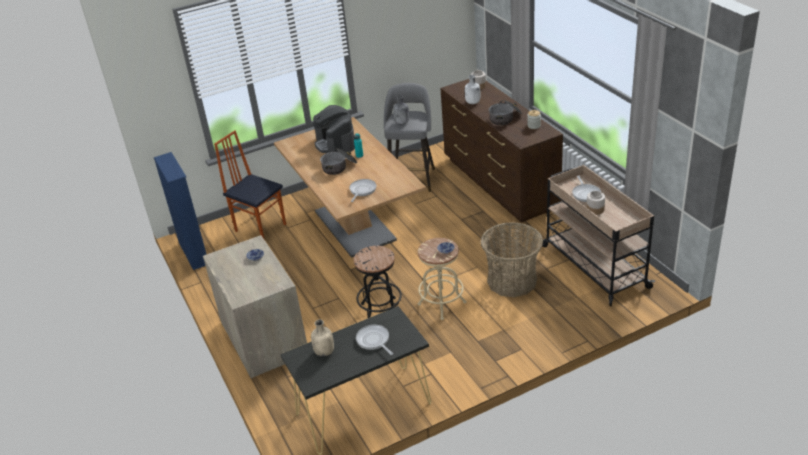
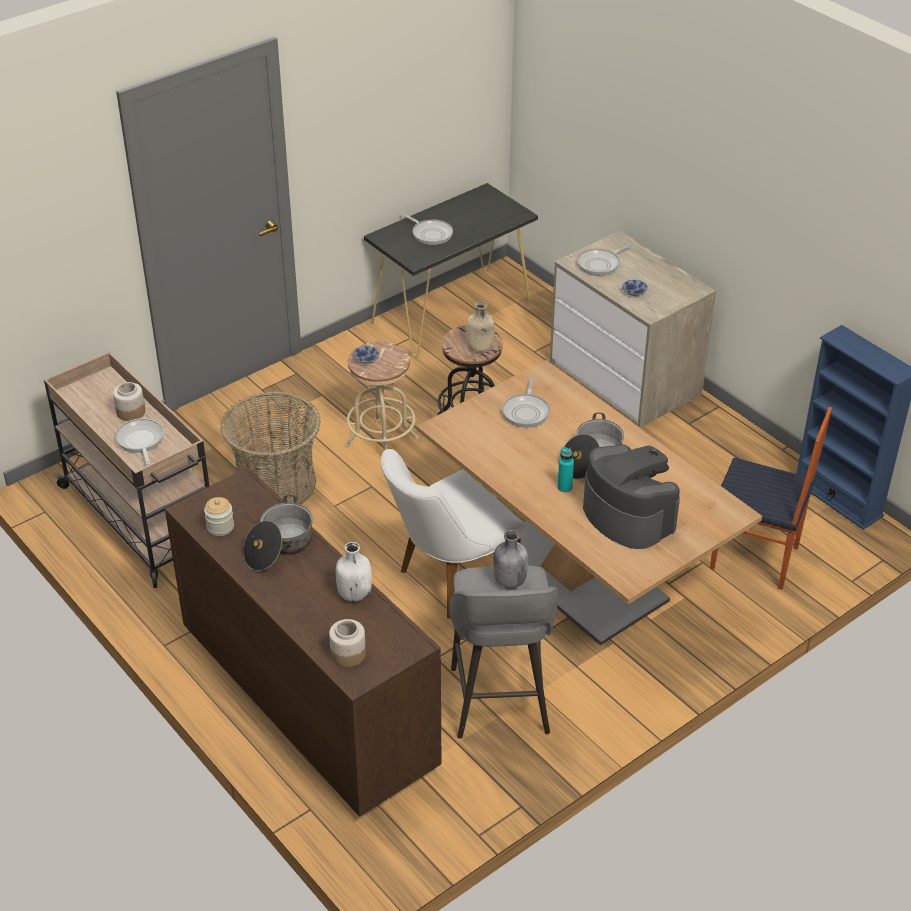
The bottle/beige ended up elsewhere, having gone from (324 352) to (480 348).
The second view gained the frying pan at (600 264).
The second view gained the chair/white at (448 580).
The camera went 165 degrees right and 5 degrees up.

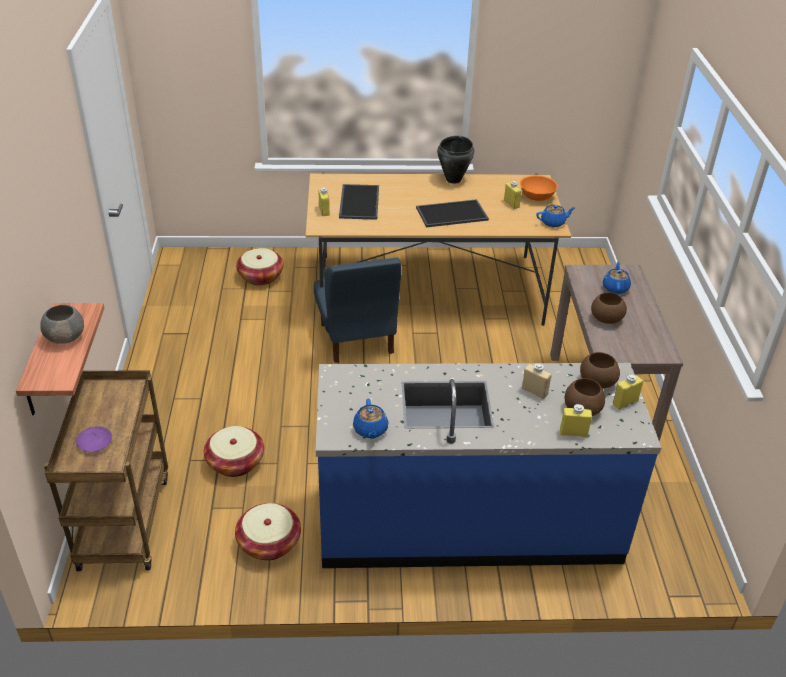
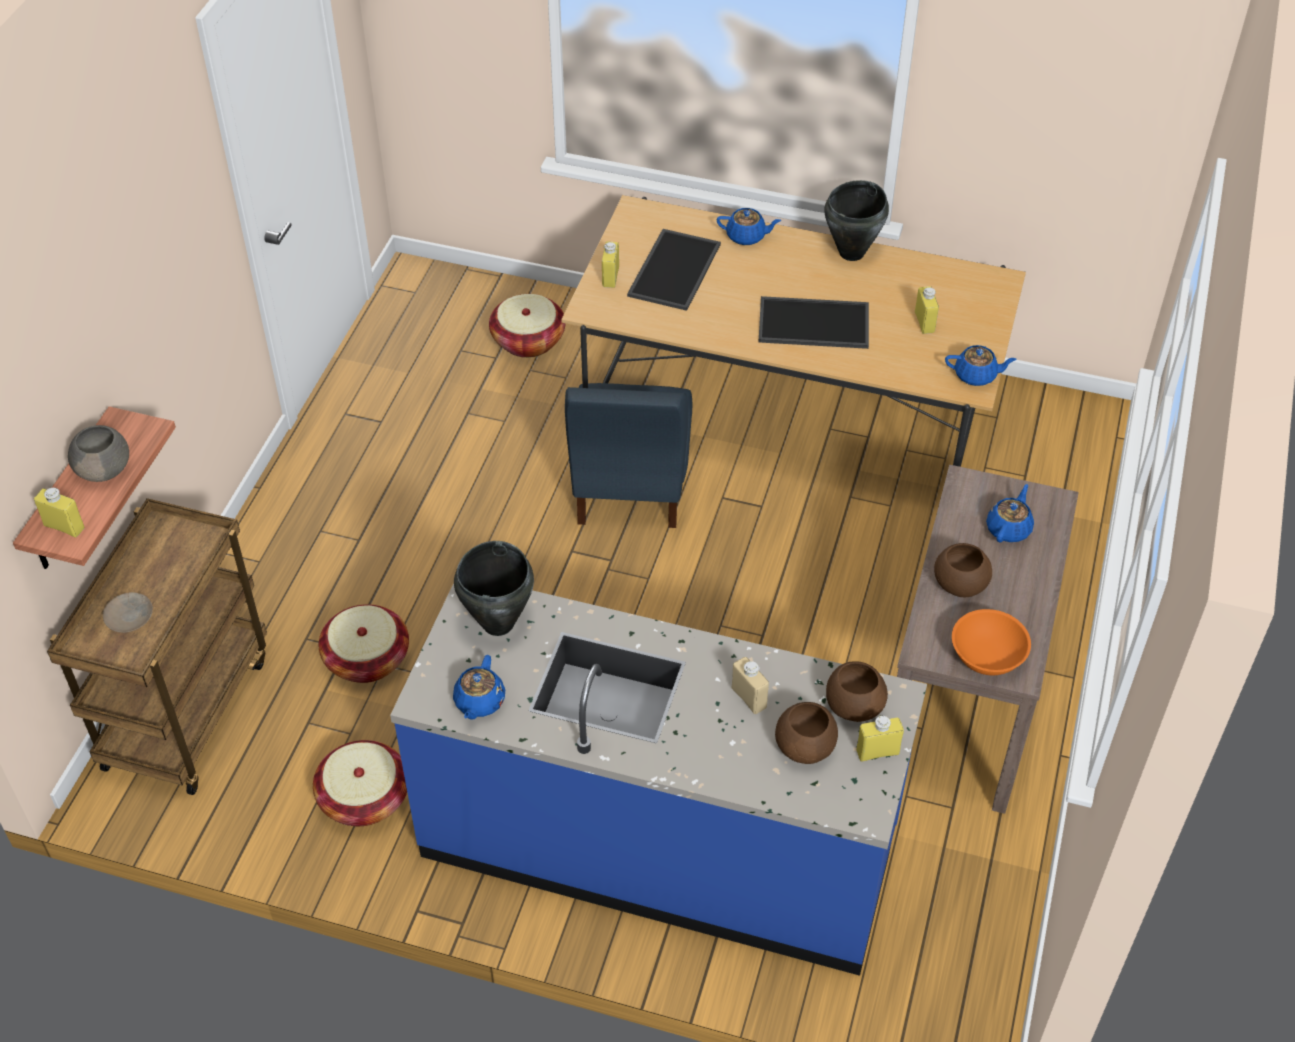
The bowl/orange ended up elsewhere, having gone from (536 196) to (987 656).
The bottle/yellow ended up elsewhere, having gone from (573 433) to (64 527).
What was the plate/purple at (95 442) turned into the plate/beige at (129 616).
The second view gained the teapot/blue at (746 236).
The second view gained the cooking pot/black at (497 624).
The camera went 20 degrees right and 10 degrees up.

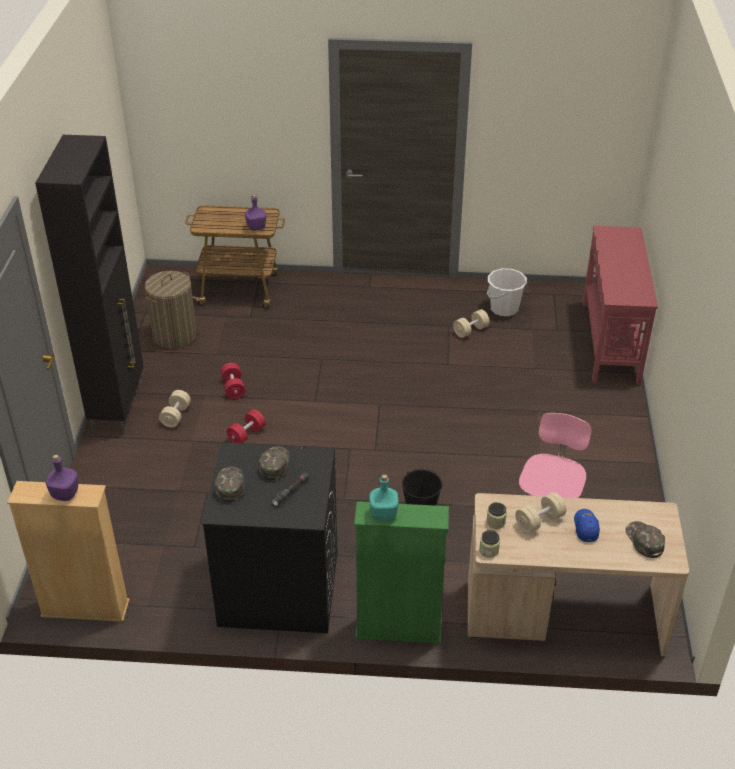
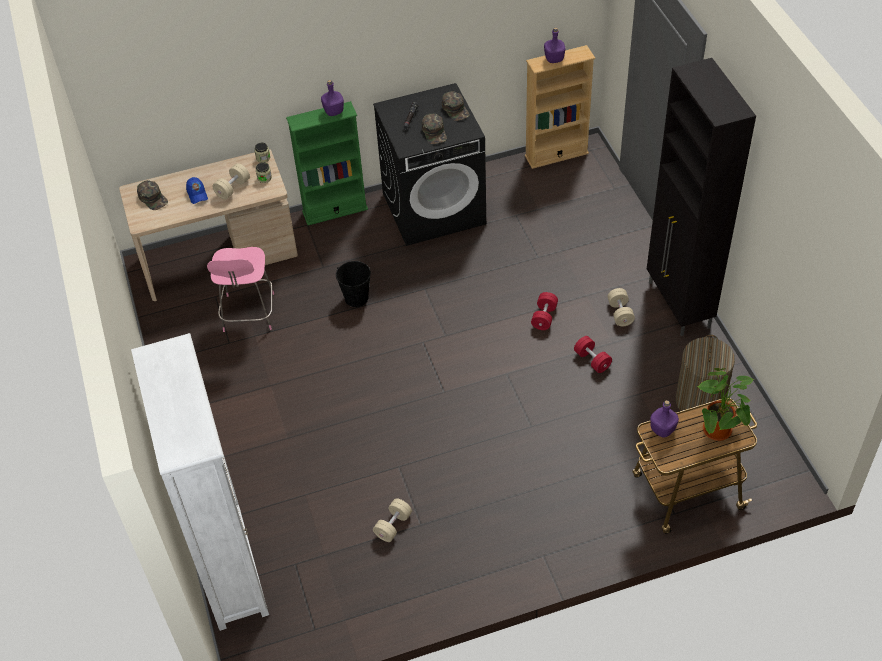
Where the console table/red stood at (609 342), the bookcase/white came to stand at (230 567).
The second view lost the bucket/white at (504 308).
What was the bottle/turquoise at (383 514) turned into the bottle/purple at (333 111).
The second view gained the potted plant at (718 433).
The camera went 160 degrees right and 10 degrees up.

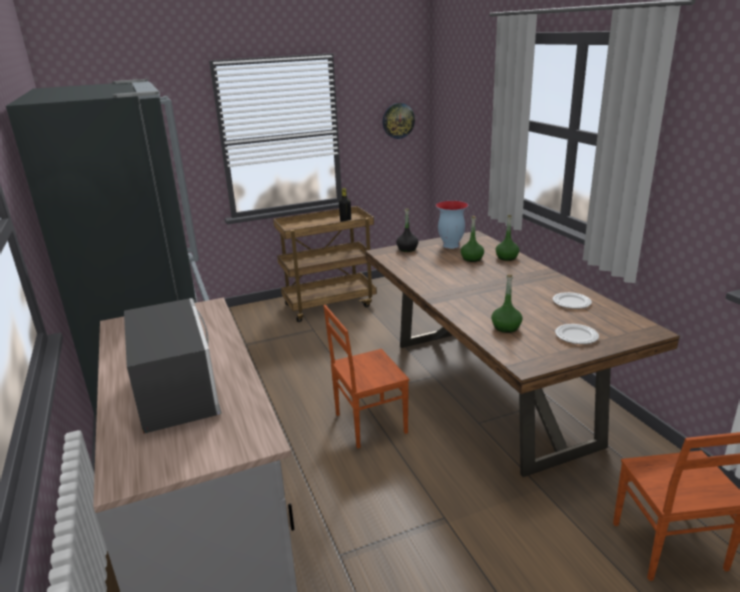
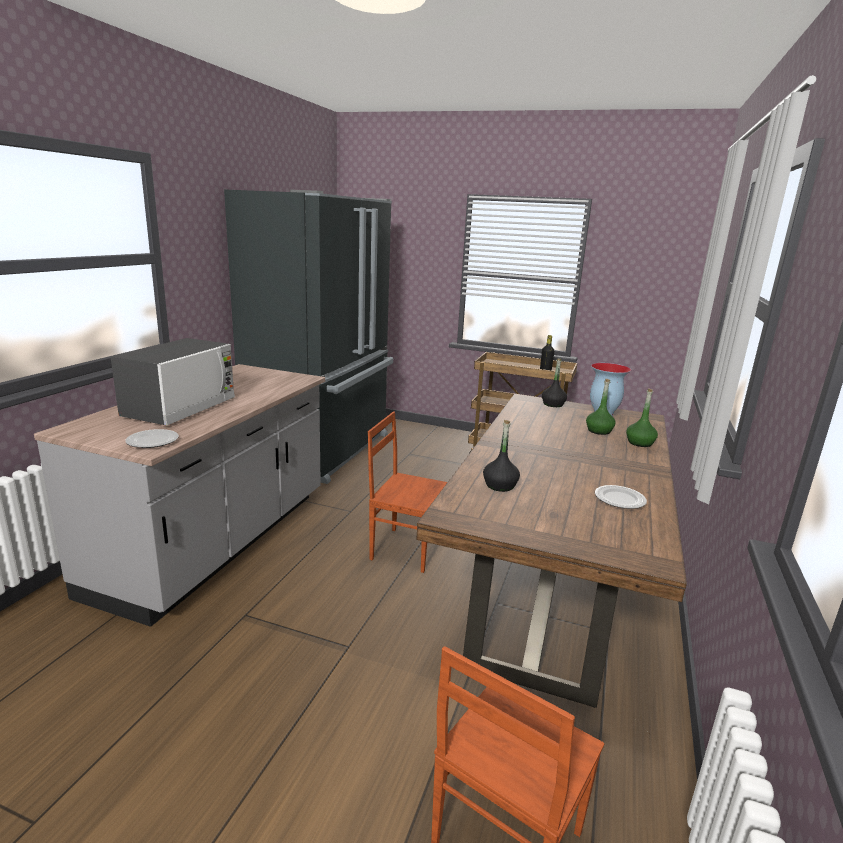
The second view lost the wall clock at (398 120).
What was the bottle/green at (506 327) turned into the bottle/black at (500 485).
The plate ended up elsewhere, having gone from (576 336) to (152 441).
The camera went 40 degrees right and 5 degrees down.

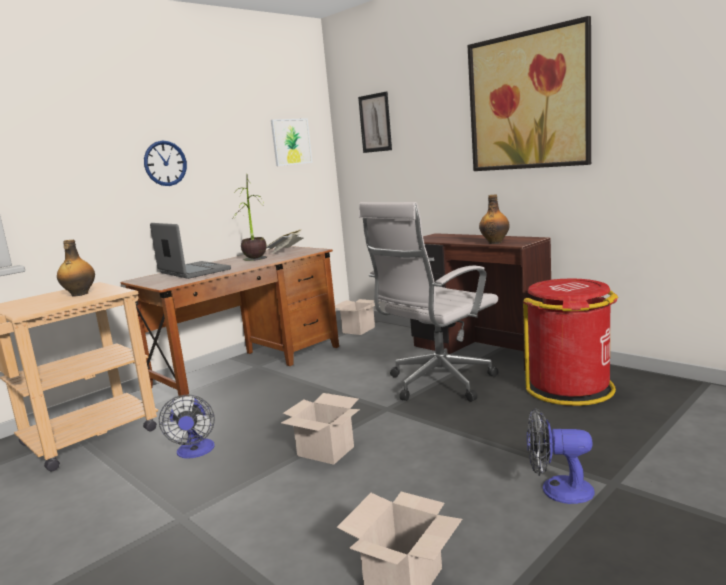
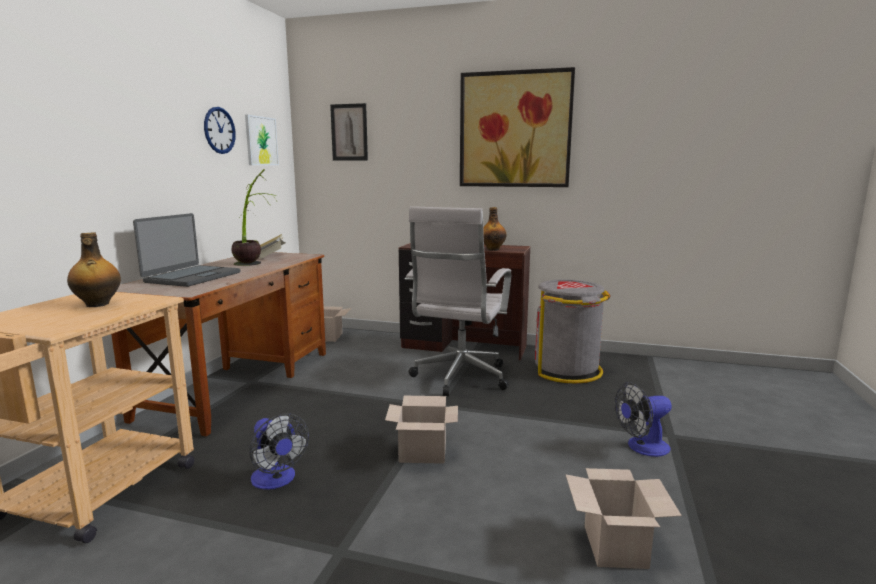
The wall clock ended up elsewhere, having gone from (165 163) to (219 130).
The laptop at (193 271) ended up facing another way, 90 degrees clockwise from before.
What was the trash can/red at (570 388) turned into the trash can/grey at (567 370).
The camera went 30 degrees left and 0 degrees up.

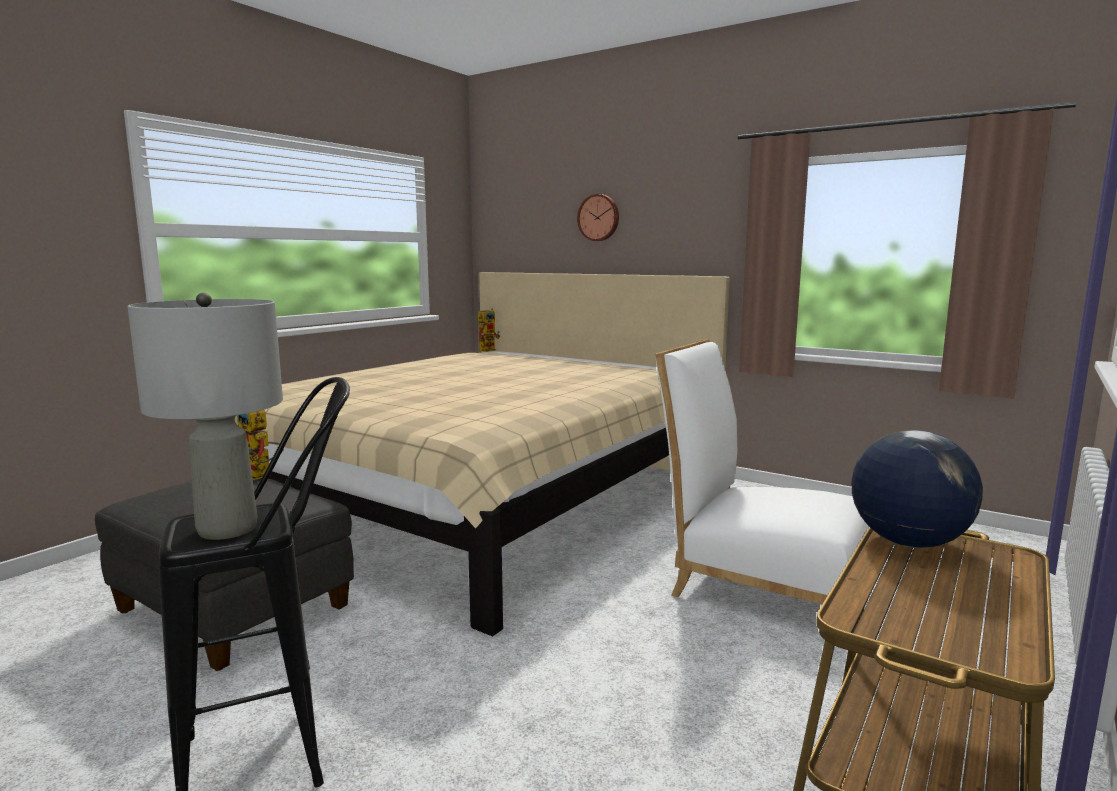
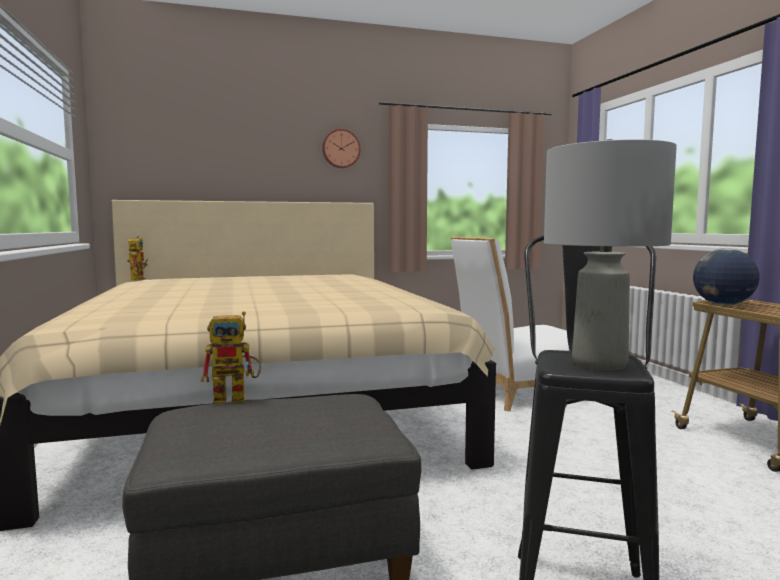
The wall clock ended up elsewhere, having gone from (599 217) to (341 148).
The camera went 50 degrees left and 5 degrees down.

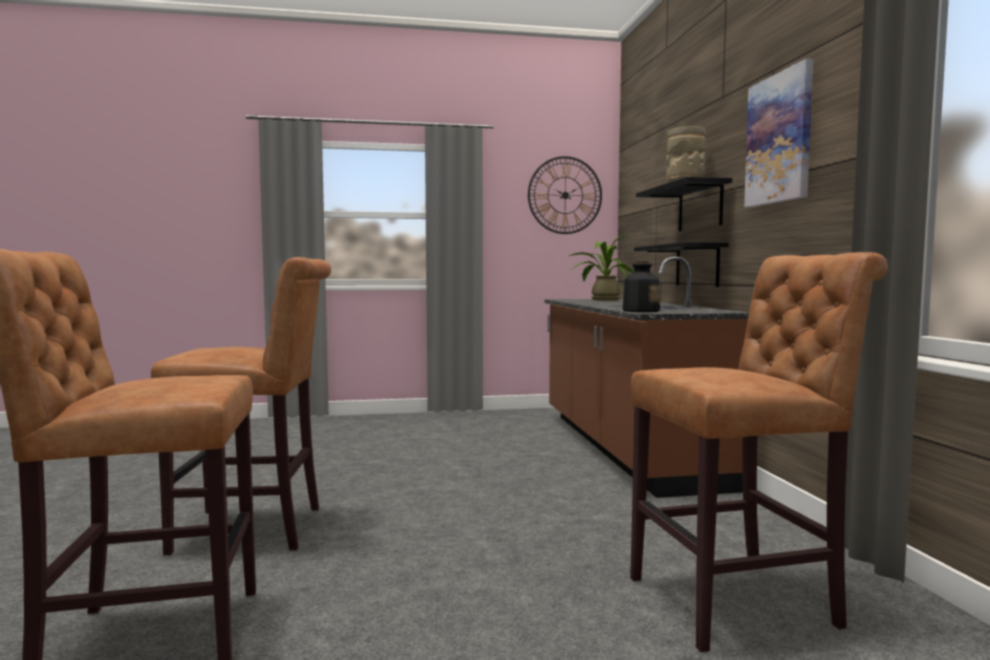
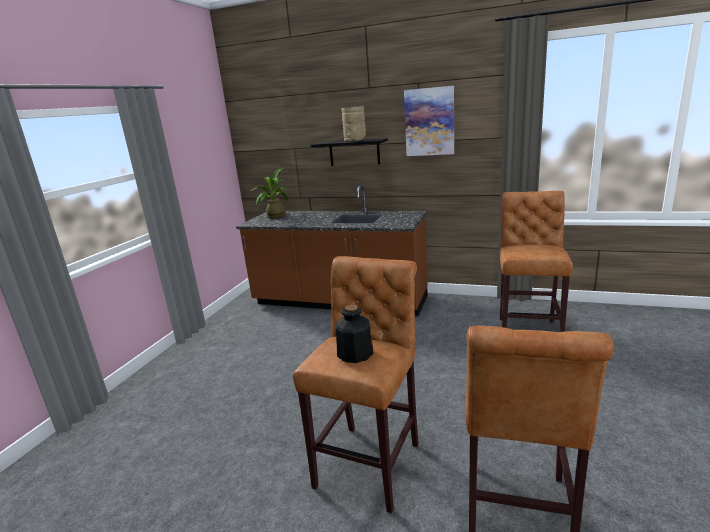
The second view lost the wall clock at (565 195).
The second view lost the shelf/black at (697 265).
The bottle ended up elsewhere, having gone from (640 311) to (354 353).
The camera went 60 degrees left and 15 degrees up.

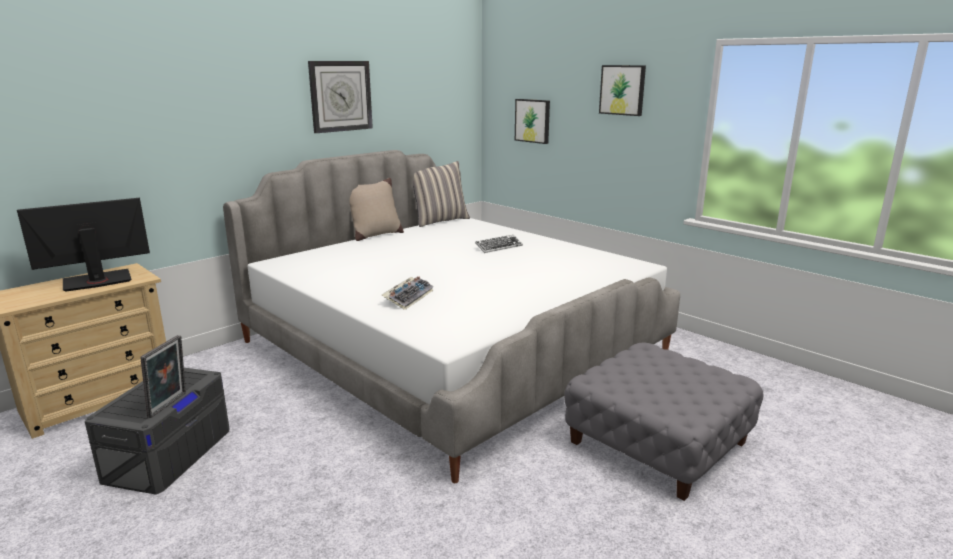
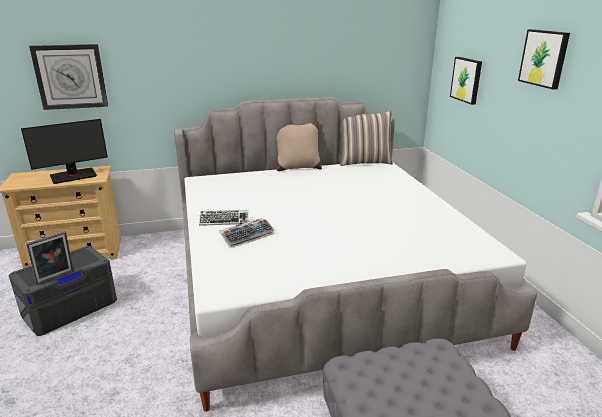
The wall clock ended up elsewhere, having gone from (340 96) to (70 77).
The monitor at (97 281) ended up facing another way, 150 degrees clockwise from before.
The keyboard ended up elsewhere, having gone from (499 247) to (224 221).
The camera went 30 degrees right and 5 degrees up.

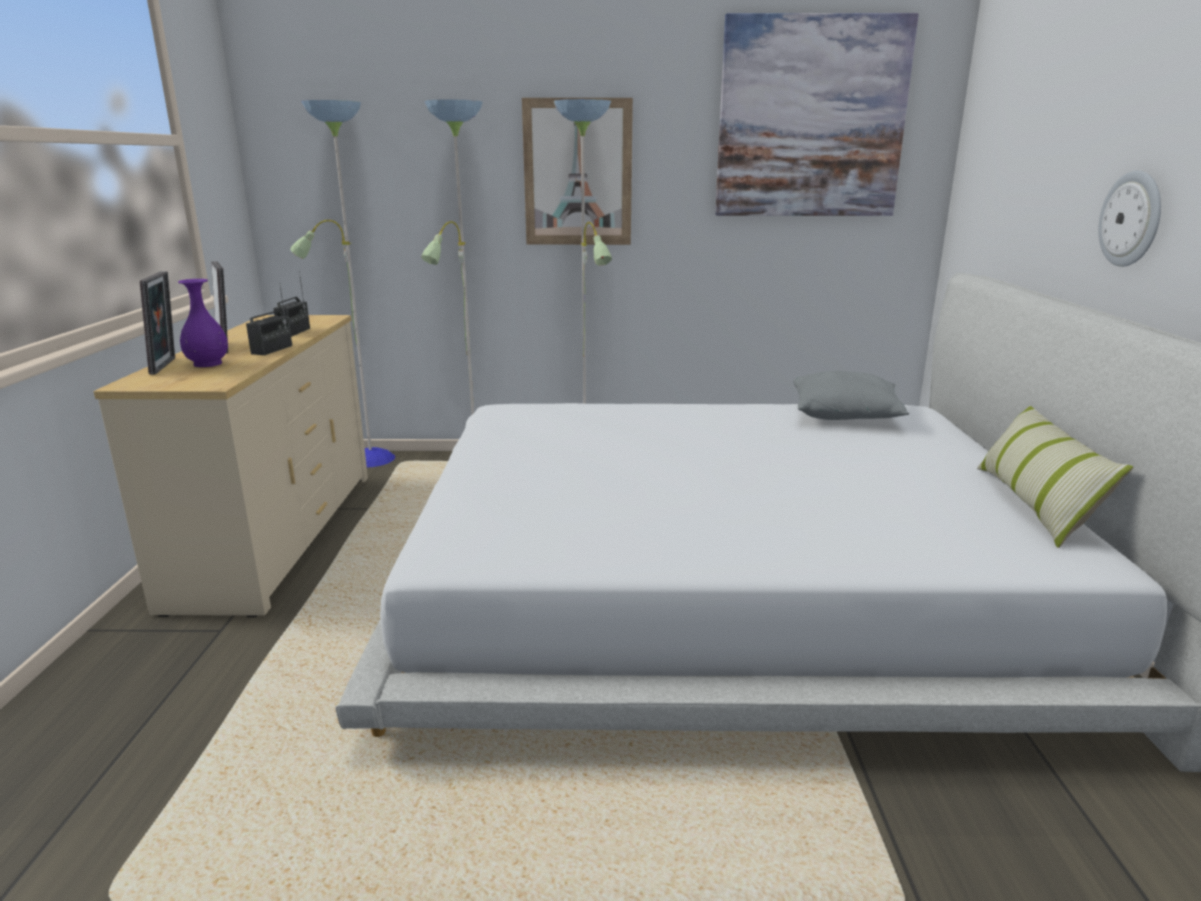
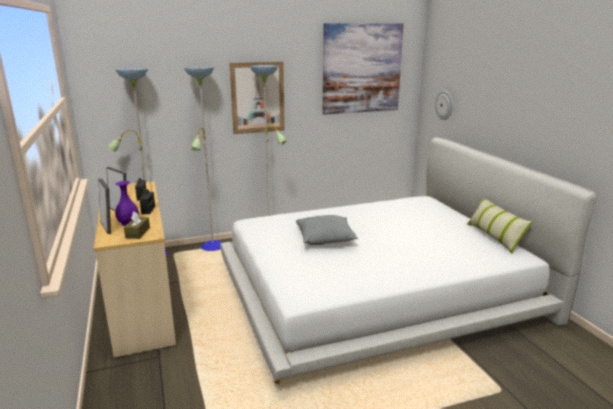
The wall clock ended up elsewhere, having gone from (1131 219) to (444 105).
The pillow/grey ended up elsewhere, having gone from (845 415) to (325 239).
The second view gained the tissue box/brown at (138 233).
The camera went 20 degrees left and 0 degrees up.

